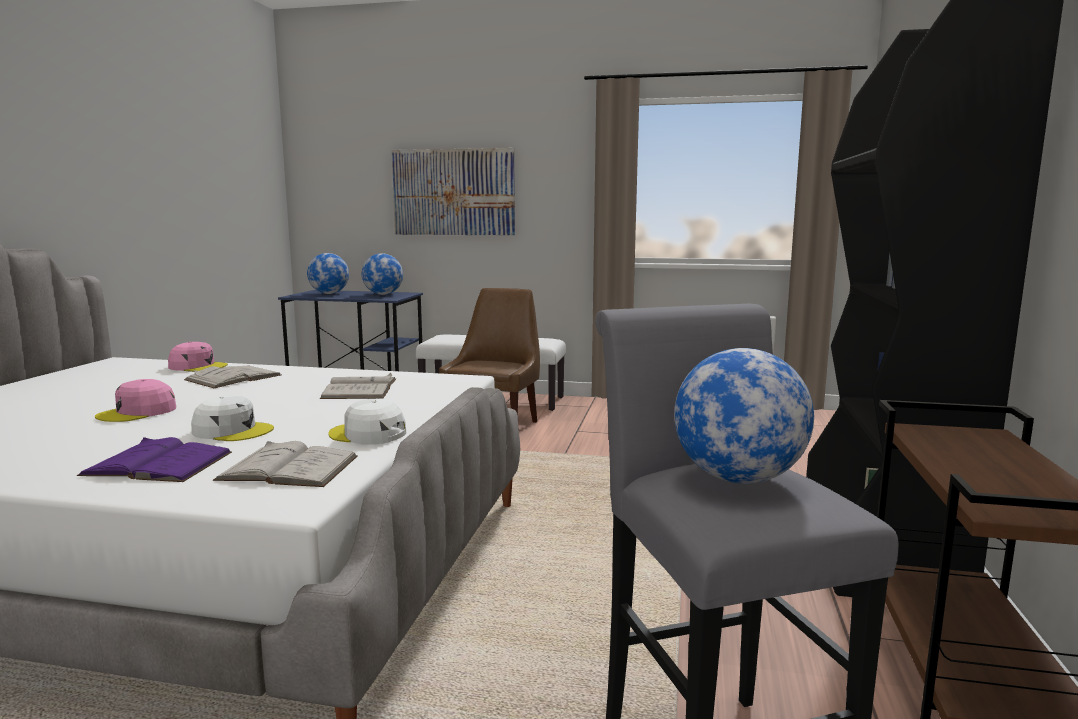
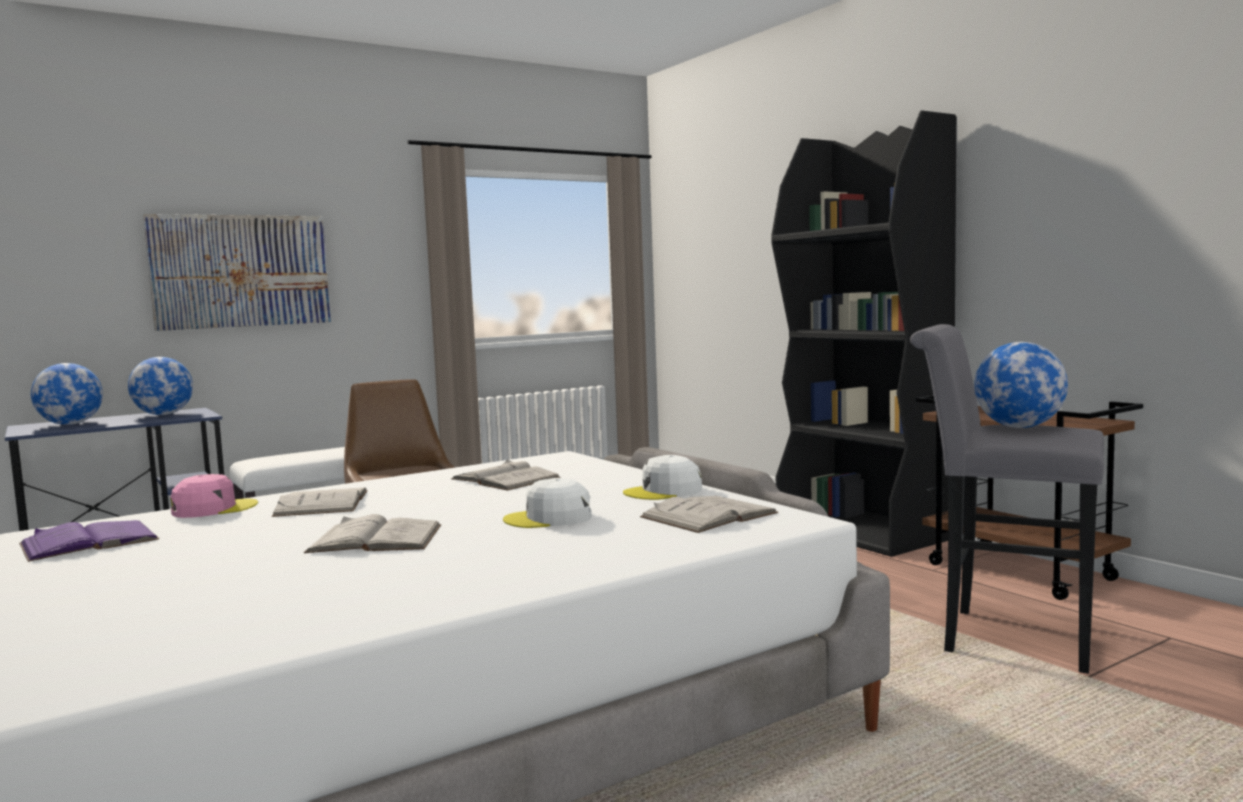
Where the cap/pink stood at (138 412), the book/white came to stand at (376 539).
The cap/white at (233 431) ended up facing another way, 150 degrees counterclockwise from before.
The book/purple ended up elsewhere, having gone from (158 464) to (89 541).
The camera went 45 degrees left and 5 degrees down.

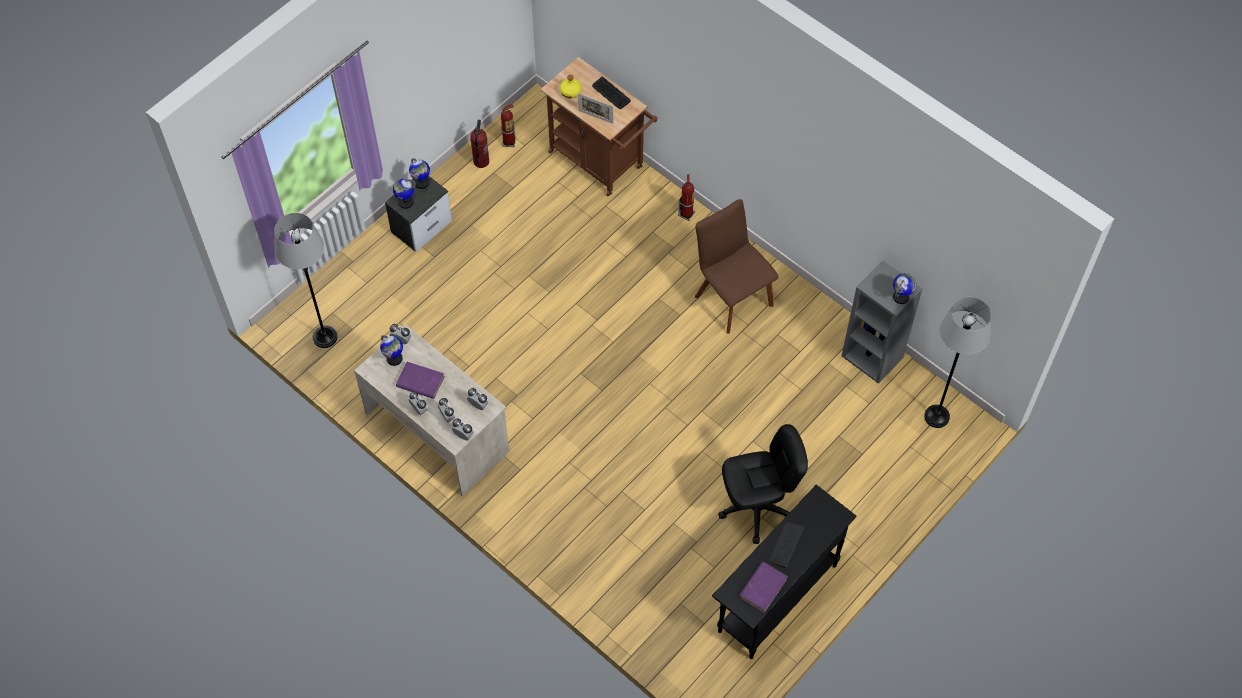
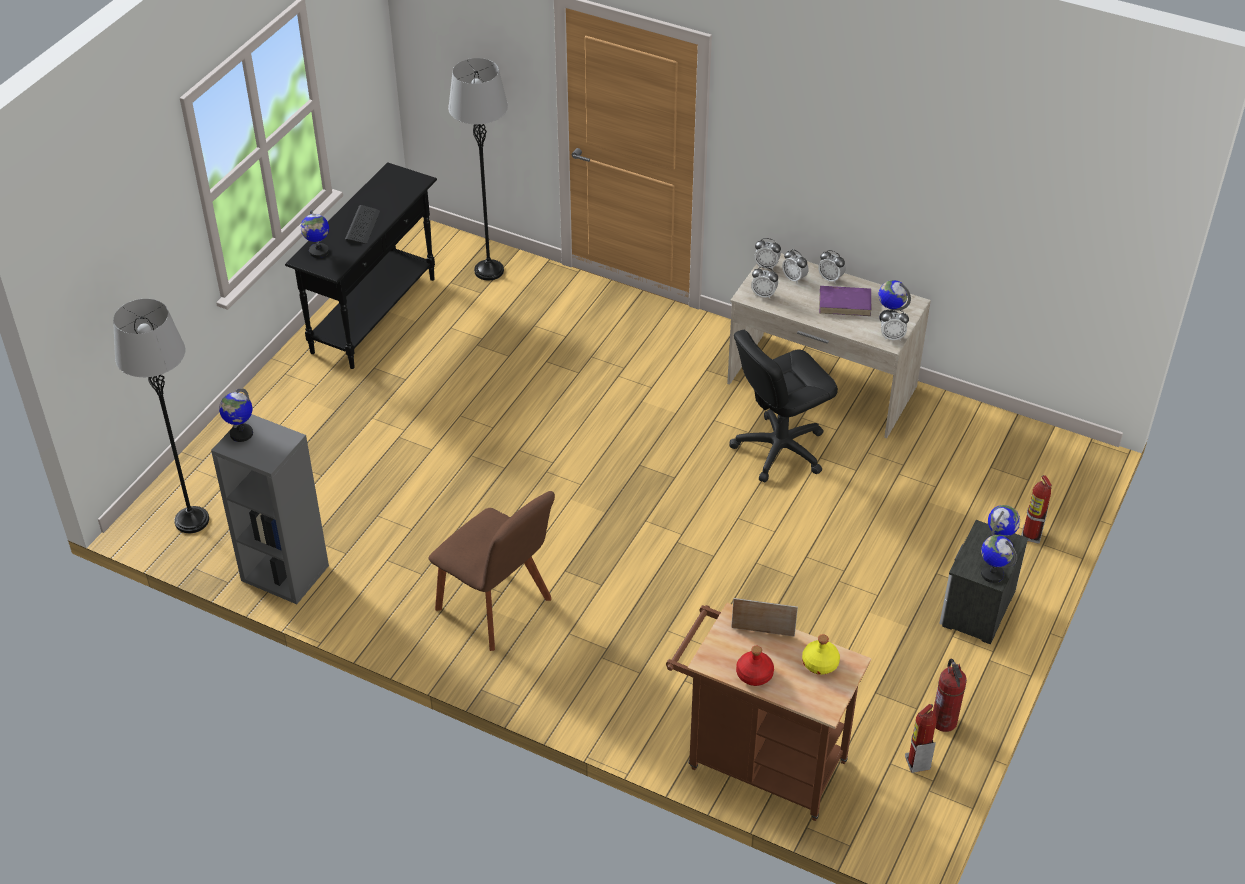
Where the keyboard stood at (611 93), the bottle/red came to stand at (754 674).
The fire extinguisher ended up elsewhere, having gone from (686 214) to (1031 536).
The floor lamp/grey ended up elsewhere, having gone from (325 337) to (489 271).
The office chair/black ended up elsewhere, having gone from (757 508) to (779 449).
The second view lost the book/purple at (763 587).
The second view gained the globe at (318 251).
The camera went 165 degrees right and 15 degrees down.

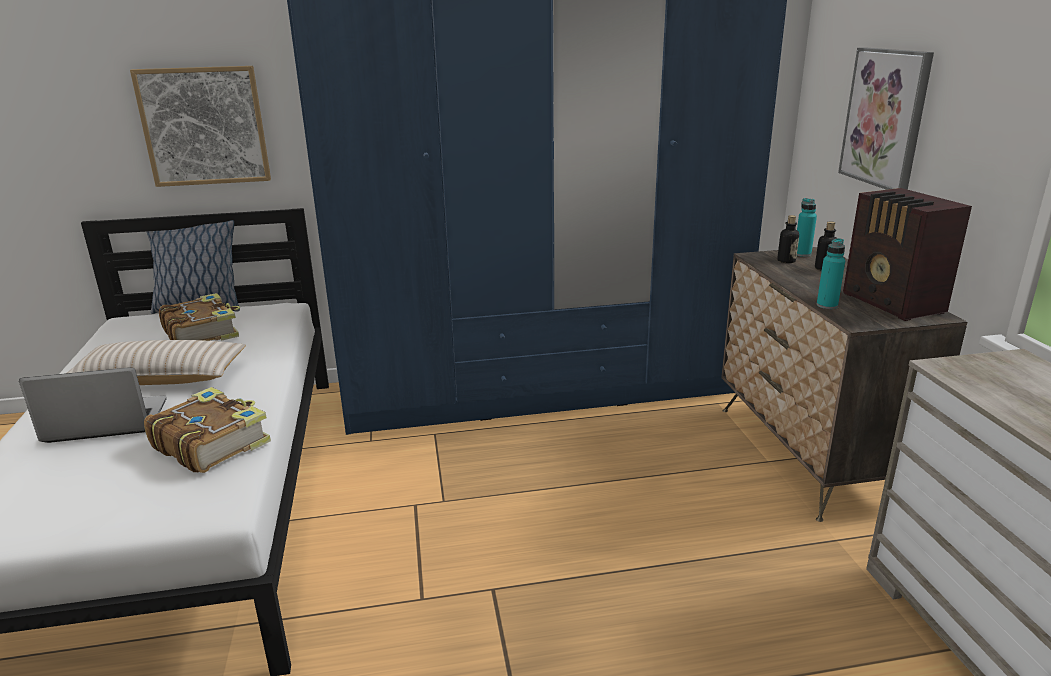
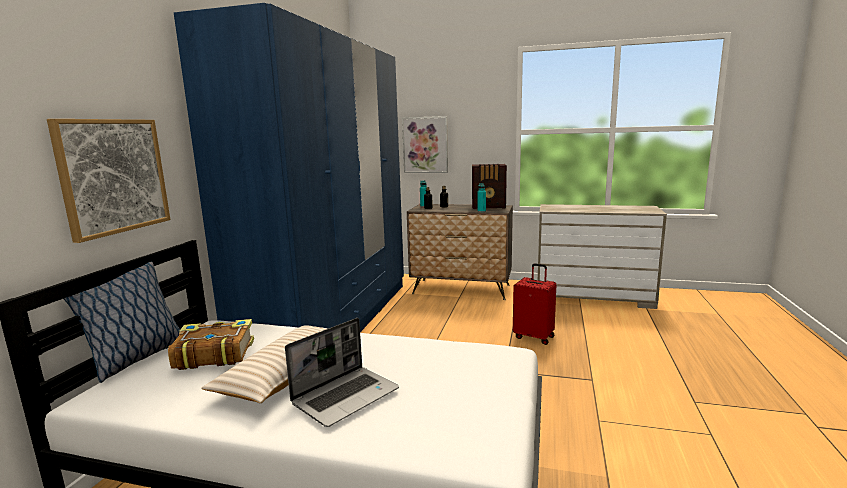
The laptop at (105 423) ended up facing another way, 150 degrees counterclockwise from before.
The second view lost the book at (211 443).
The second view gained the suitcase/red at (534 337).
The camera went 65 degrees left and 10 degrees down.

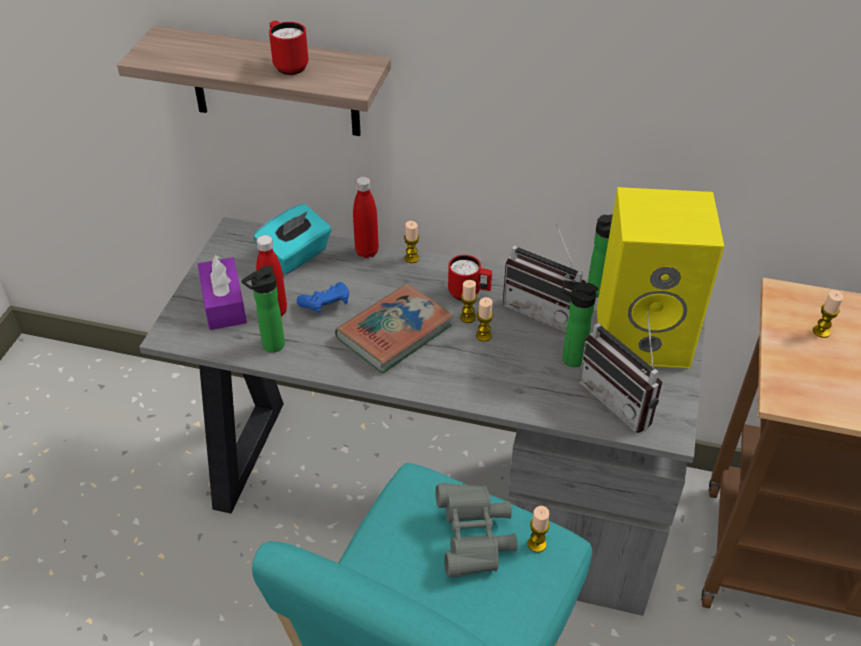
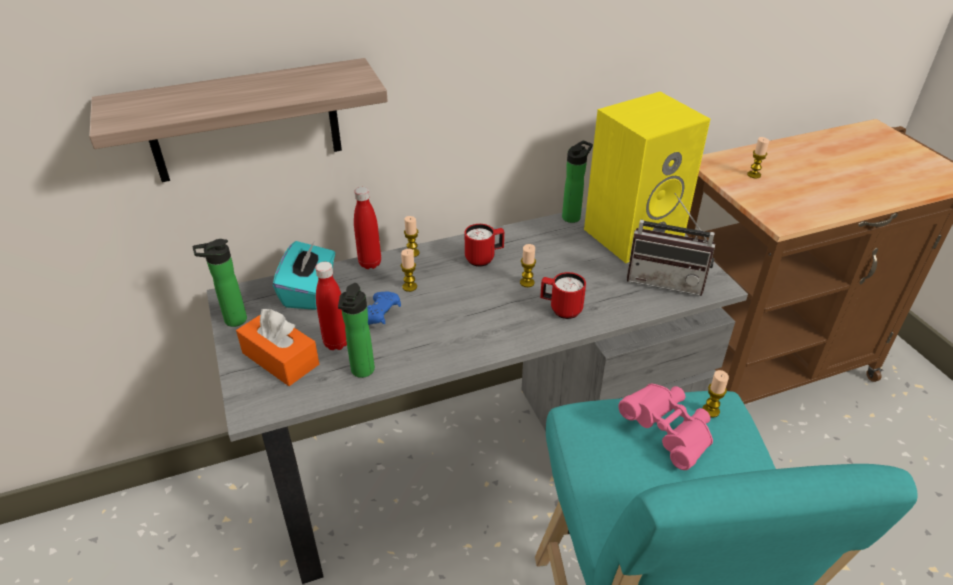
The mug/red ended up elsewhere, having gone from (288 65) to (560 309).
The second view lost the radio at (546 311).
What was the tissue box/purple at (224 304) turned into the tissue box/orange at (280 358).
The candle ended up elsewhere, having gone from (467 317) to (409 287).
The bottle ended up elsewhere, having gone from (569 358) to (232 320).
The second view lost the book at (394 332).
What was the binoculars/grey at (474 539) turned into the binoculars/pink at (668 433).
The camera went 35 degrees left and 5 degrees down.

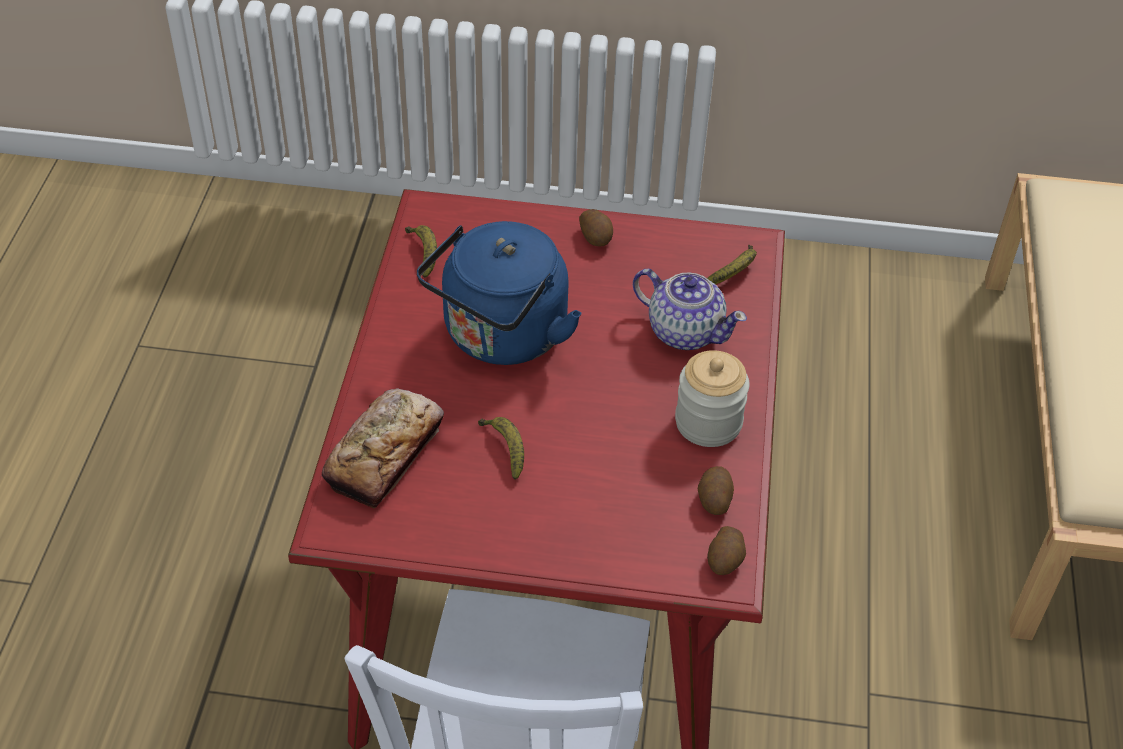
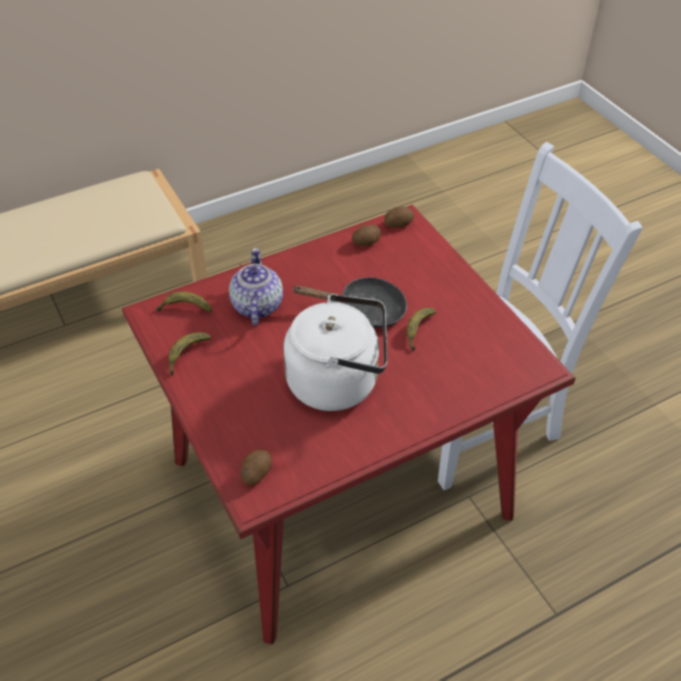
The potato ended up elsewhere, having gone from (596 237) to (256 473).
What was the kettle/blue at (501 337) turned into the kettle/white at (339 381).
The banana ended up elsewhere, having gone from (424 254) to (186 355).
The second view lost the jar at (708 422).
The second view lost the bread at (384 454).
The second view gained the frying pan/black at (365 310).
The camera went 125 degrees left and 0 degrees up.

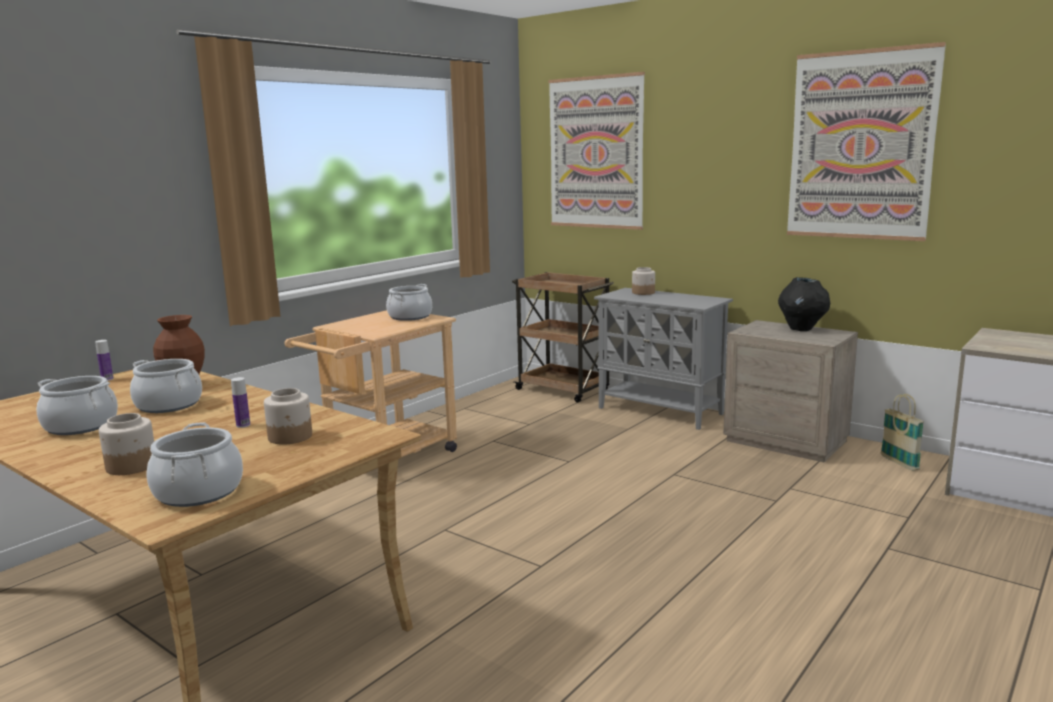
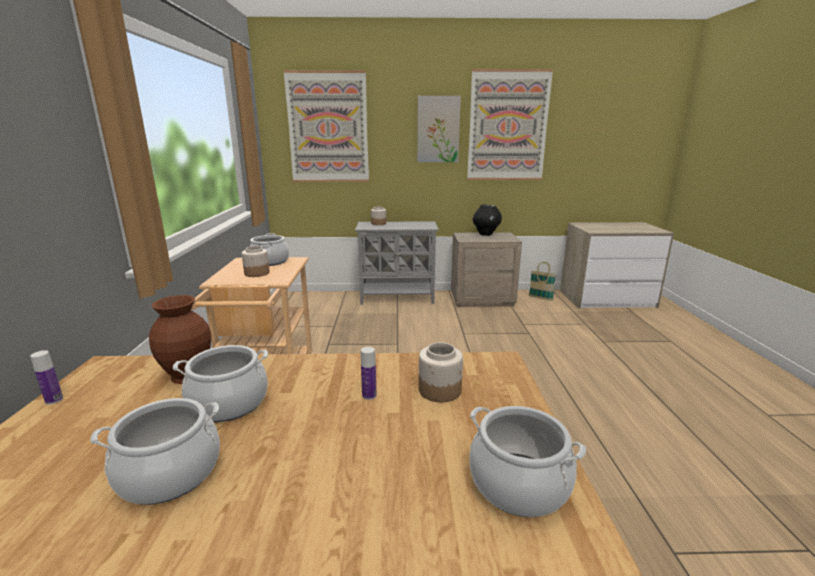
The second view lost the cart/brown at (564 390).
The jar ended up elsewhere, having gone from (131 466) to (256 273).
The second view gained the picture at (438 129).
The camera went 40 degrees left and 5 degrees up.

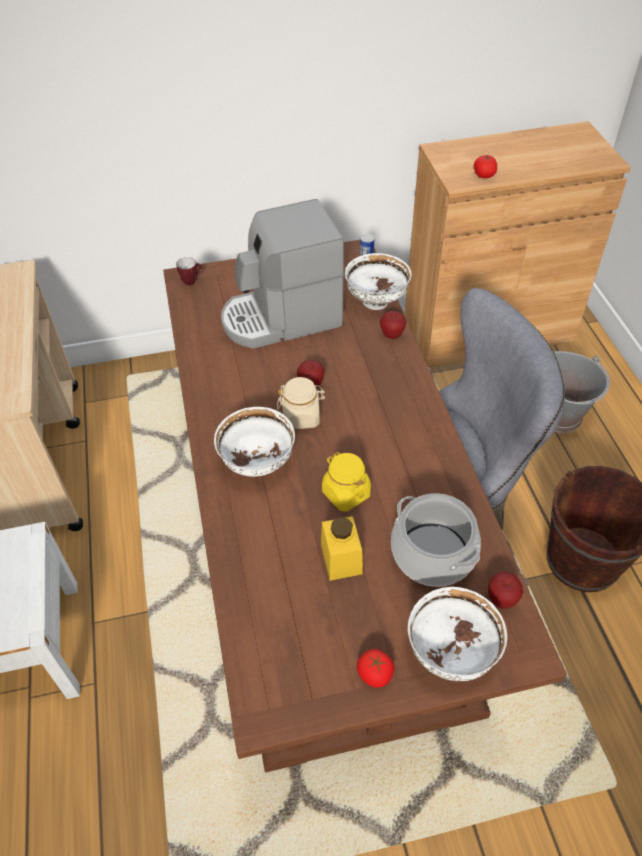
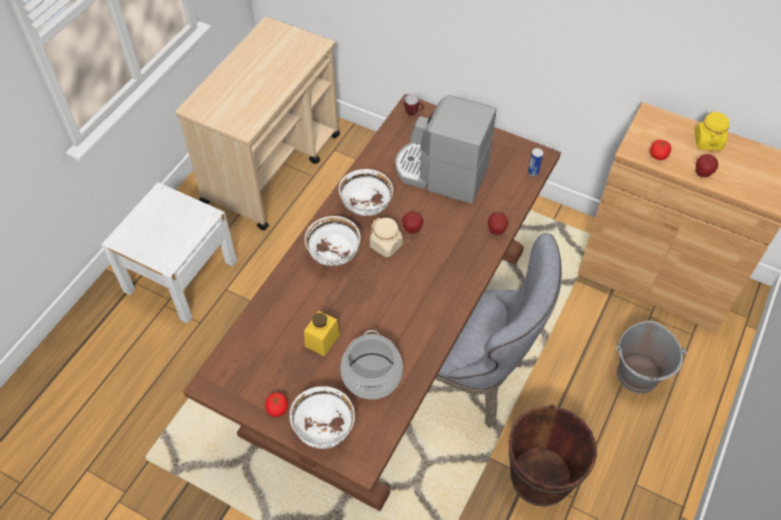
The bowl/white ended up elsewhere, having gone from (376 301) to (366 207).
The jar/yellow ended up elsewhere, having gone from (346 493) to (708 142).
The apple ended up elsewhere, having gone from (501 600) to (702 173).
The camera went 40 degrees right and 5 degrees up.

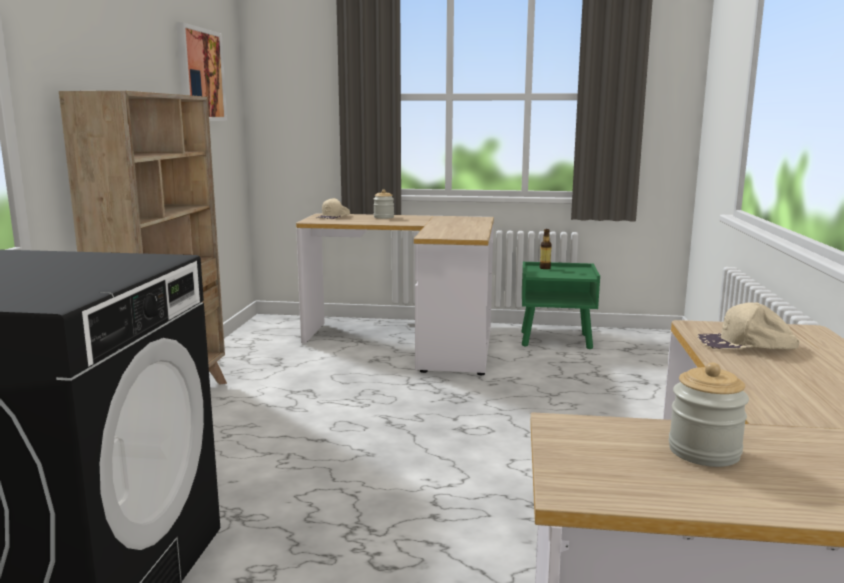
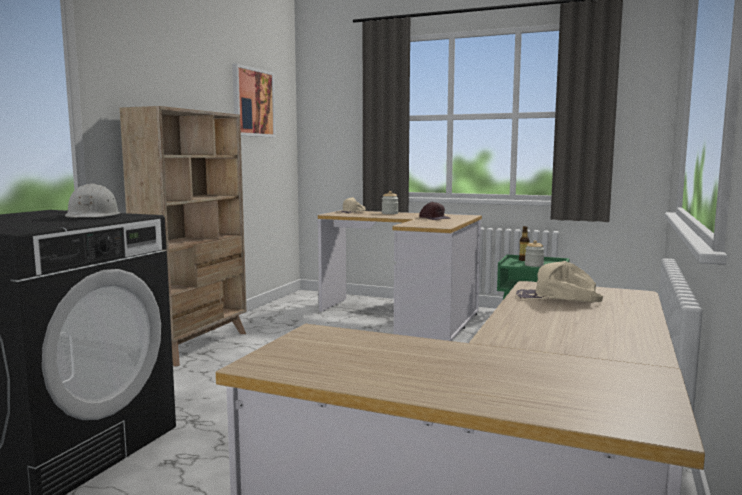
The jar ended up elsewhere, having gone from (704 452) to (534 265).
The second view gained the hard hat/white at (93 216).
The second view gained the cap/brown at (434 218).
The camera went 15 degrees right and 5 degrees down.

